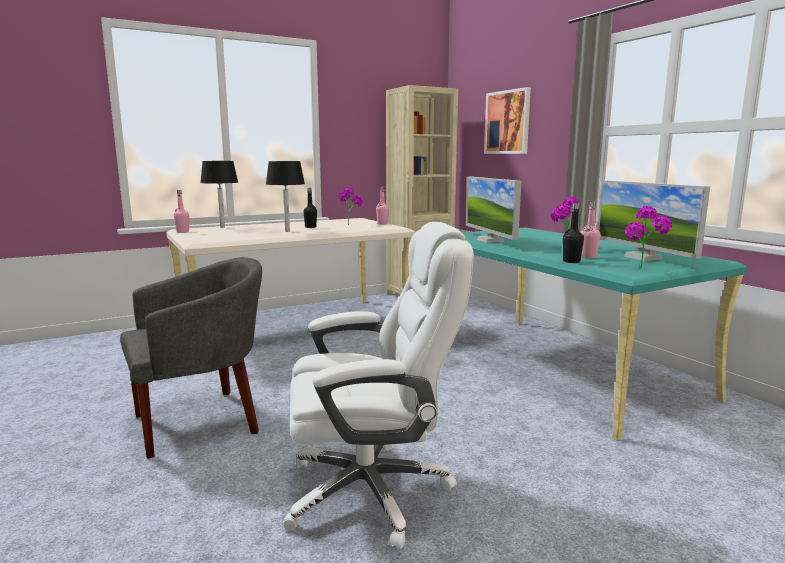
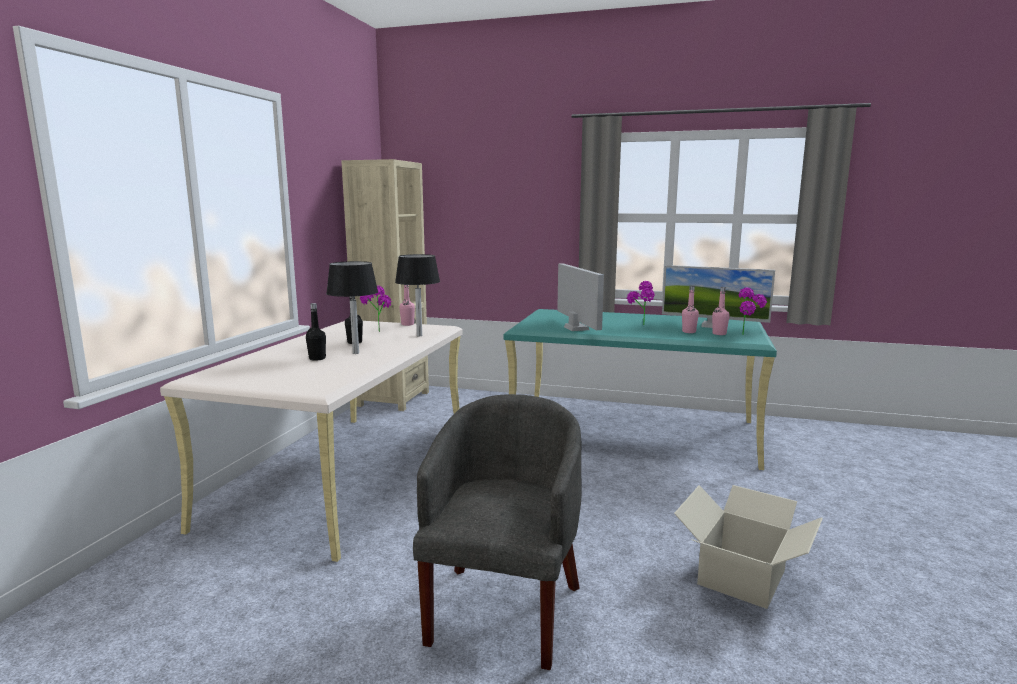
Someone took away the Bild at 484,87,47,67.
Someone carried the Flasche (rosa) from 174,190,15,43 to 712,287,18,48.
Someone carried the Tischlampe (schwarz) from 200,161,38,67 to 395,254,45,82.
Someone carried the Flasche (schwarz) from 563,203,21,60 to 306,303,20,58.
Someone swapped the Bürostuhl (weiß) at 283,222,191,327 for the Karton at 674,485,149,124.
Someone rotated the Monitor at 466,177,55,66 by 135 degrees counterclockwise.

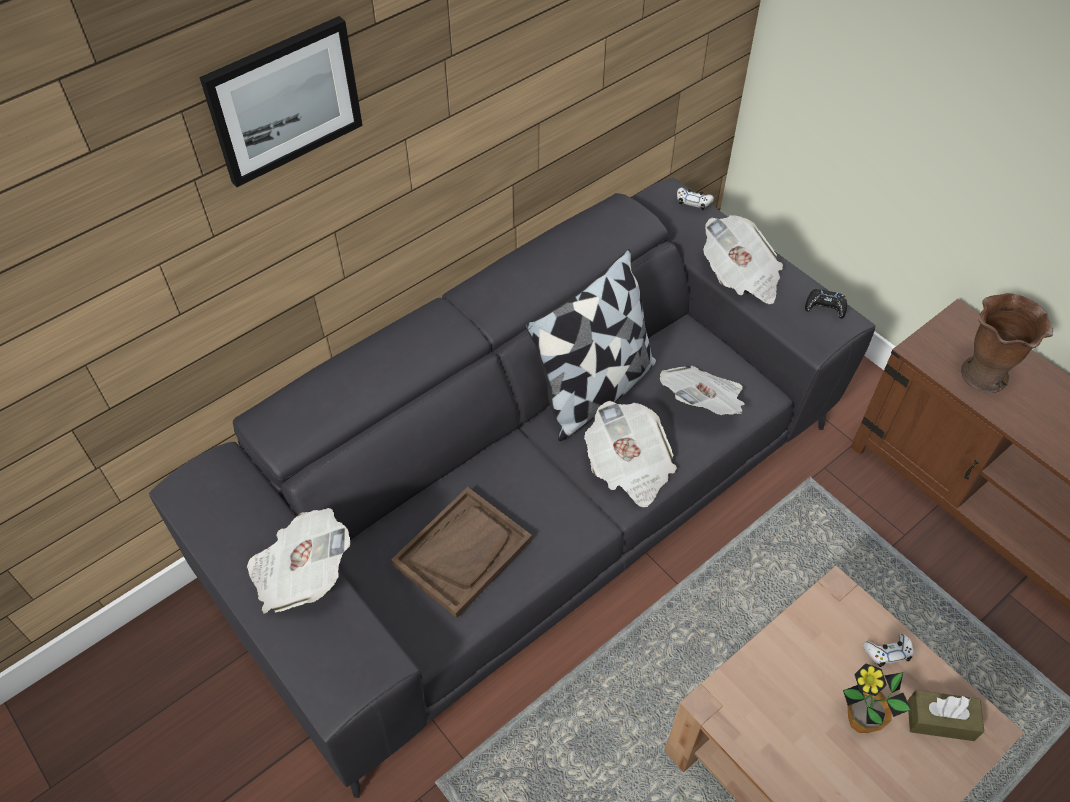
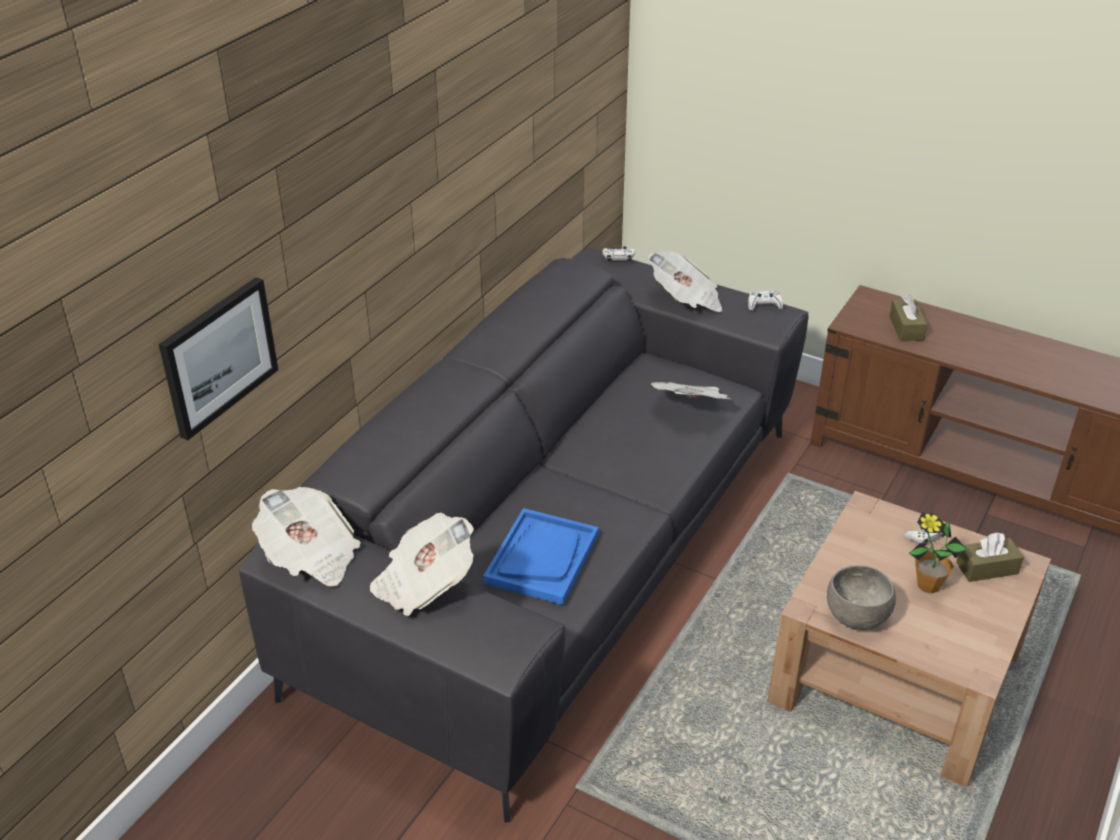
Someone took away the Kissen at 525,250,131,191.
Someone put down the Schüssel (grau) at 827,565,69,65.
Someone carried the Bild from 199,16,164,171 to 159,277,119,163.
Someone carried the Zeitung from 584,401,93,106 to 252,487,109,100.
Someone swapped the Vase (braun) at 961,293,92,100 for the Taschentuchbox (braun) at 889,295,39,46.
Someone repainted the Tablett (braun) at 391,487,141,131, which became the Tablett (blau) at 483,508,116,97.
Someone repainted the Gamepad (schwarz) at 805,289,42,29, which became the Gamepad (weiß) at 748,291,35,20.

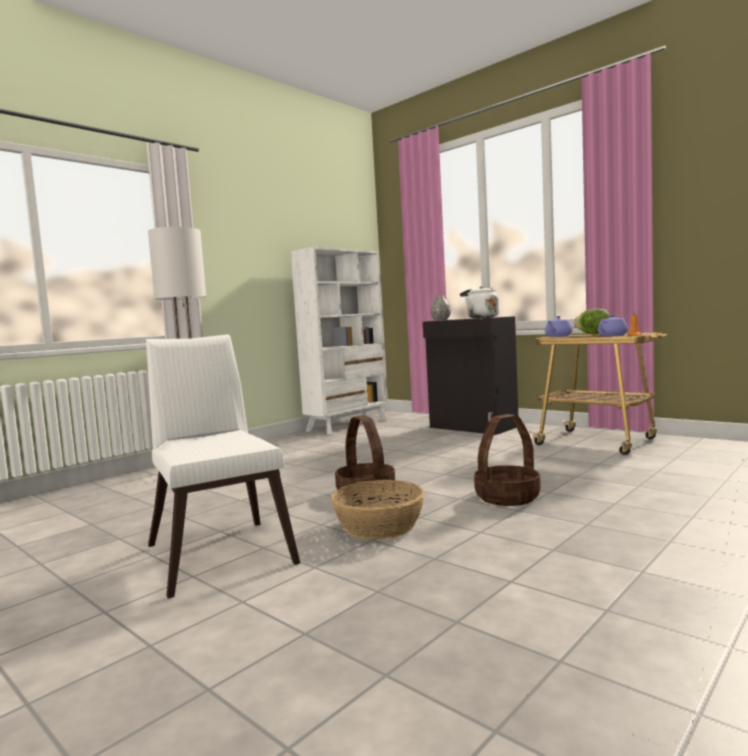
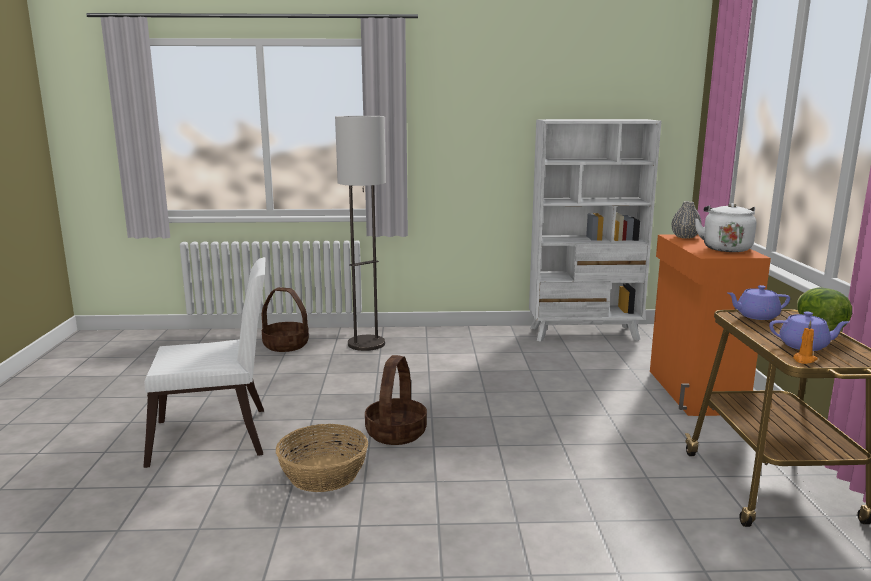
Someone carried the Korb from 474,414,67,92 to 262,287,47,65.
Someone repainted the Schrank (schwarz) at 423,316,95,119, which became the Schrank (orange) at 650,234,121,182.
Someone rotated the Stuhl (weiß) at 146,334,154,264 by 60 degrees clockwise.

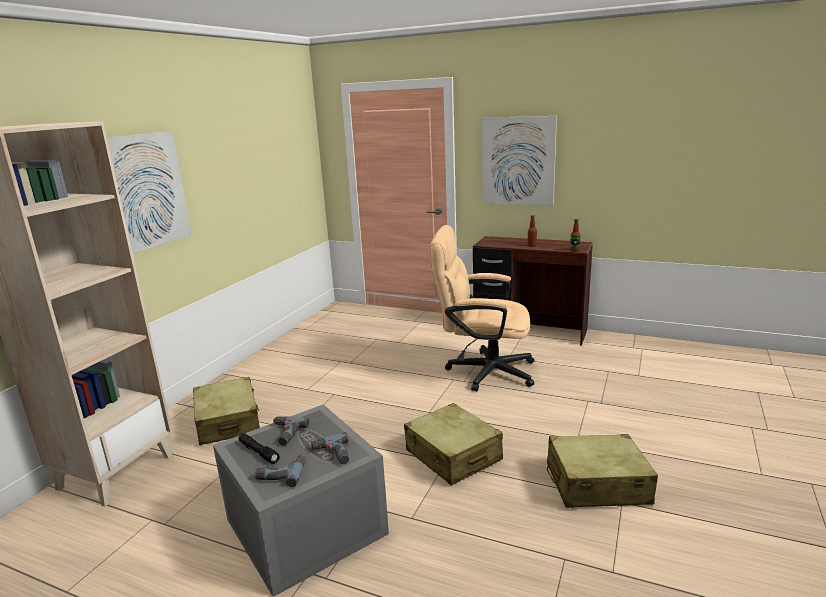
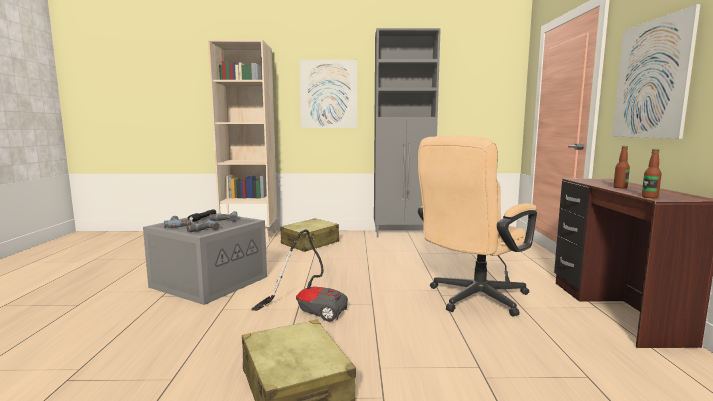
Someone put down the Schrank (grau) at 374,28,67,210.
Someone swapped the Koffer (beige) at 404,403,99,82 for the Staubsauger at 251,229,97,93.
Someone rotated the Bürostuhl (beige) at 430,225,104,166 by 120 degrees counterclockwise.

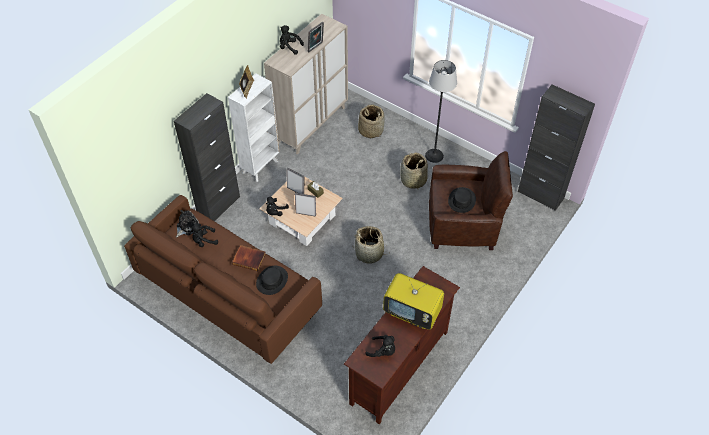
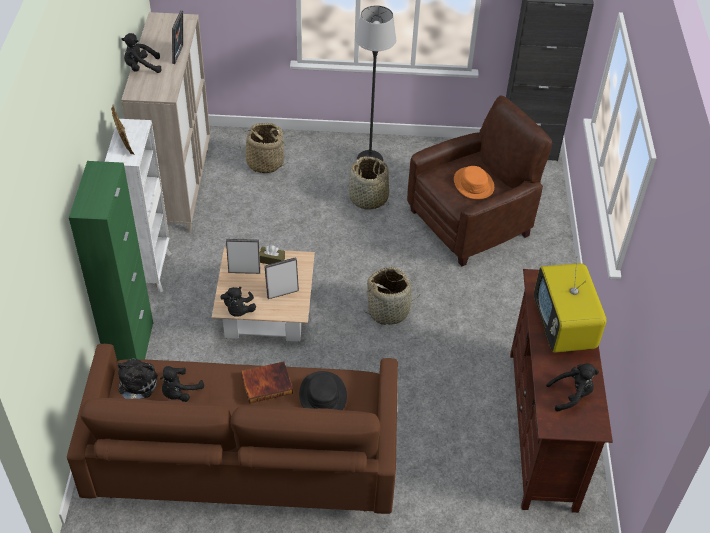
Someone repainted the Schrank (schwarz) at 174,93,66,128, which became the Schrank (grün) at 69,161,84,200.
Someone repainted the Hut (schwarz) at 448,187,28,26, which became the Hut (orange) at 454,166,40,33.
Someone rotated the Fernseher at 383,273,61,57 by 90 degrees clockwise.

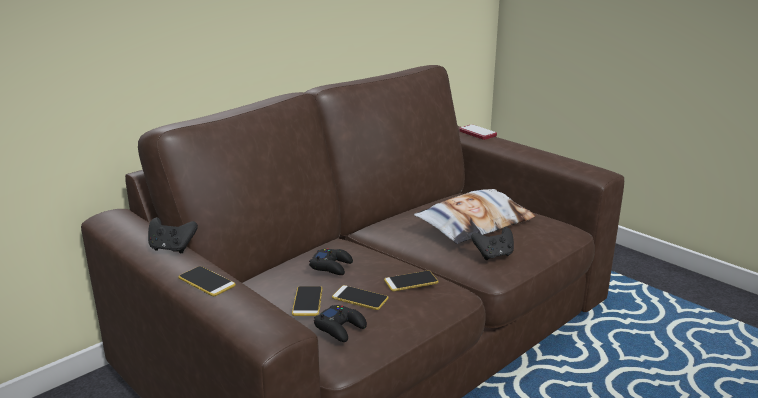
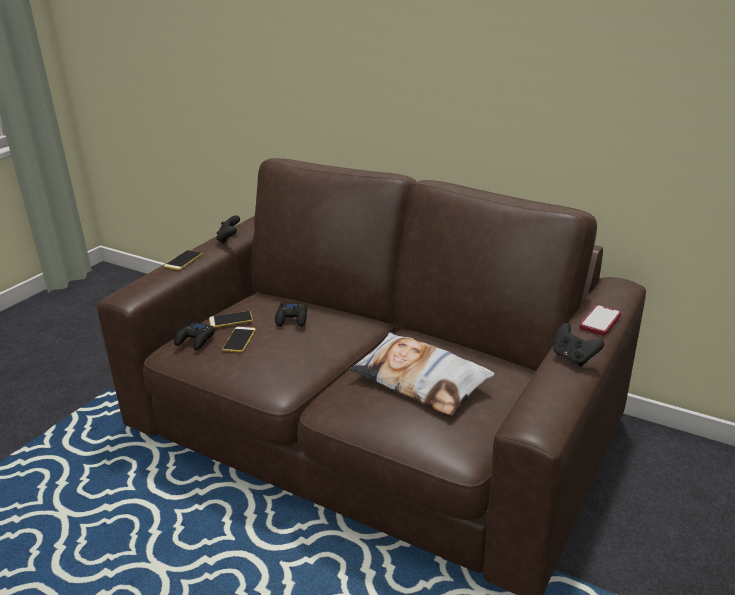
Someone took away the Handy at 384,271,54,20.
Someone carried the Gamepad (schwarz) from 471,227,43,33 to 553,323,51,44.

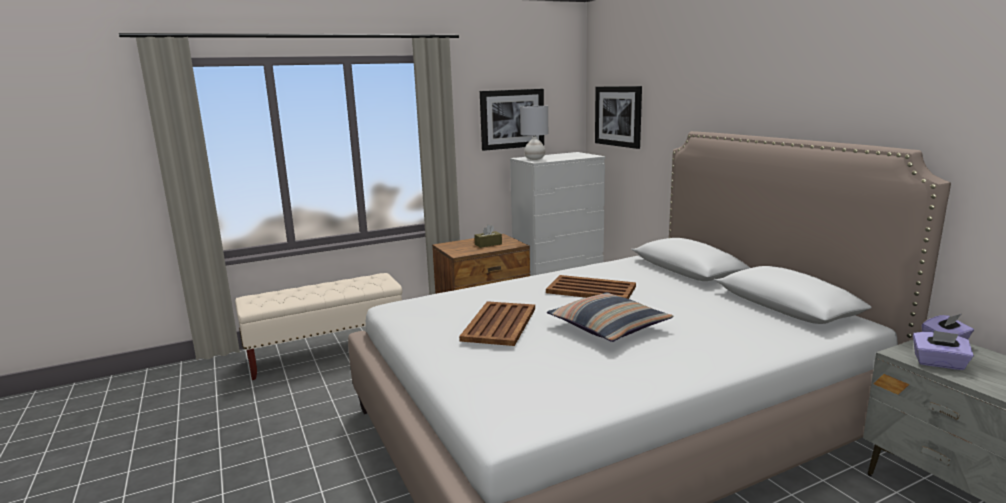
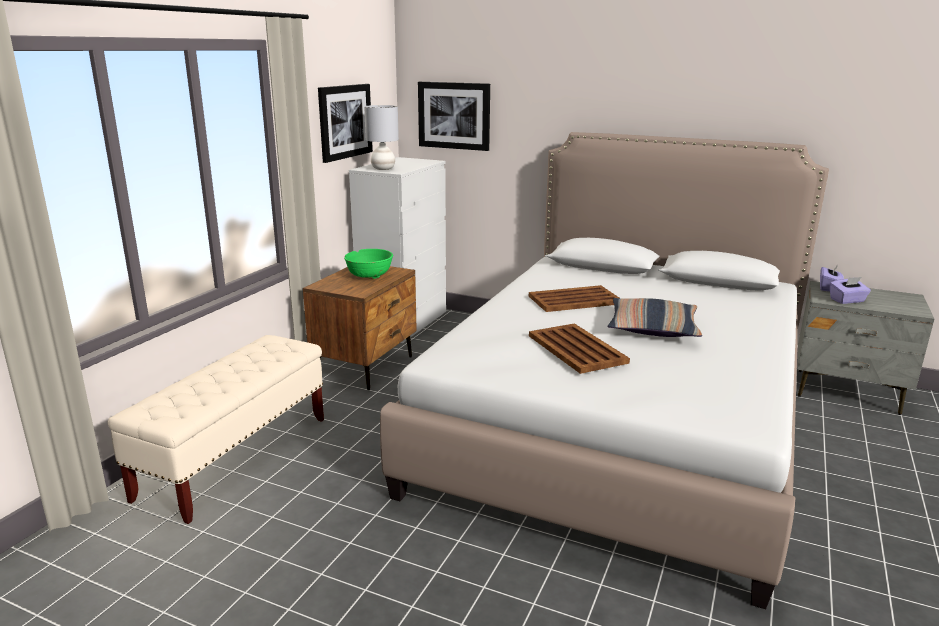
Someone swapped the Taschentuchbox (braun) at 474,224,28,24 for the Schüssel (grün) at 344,249,49,30.

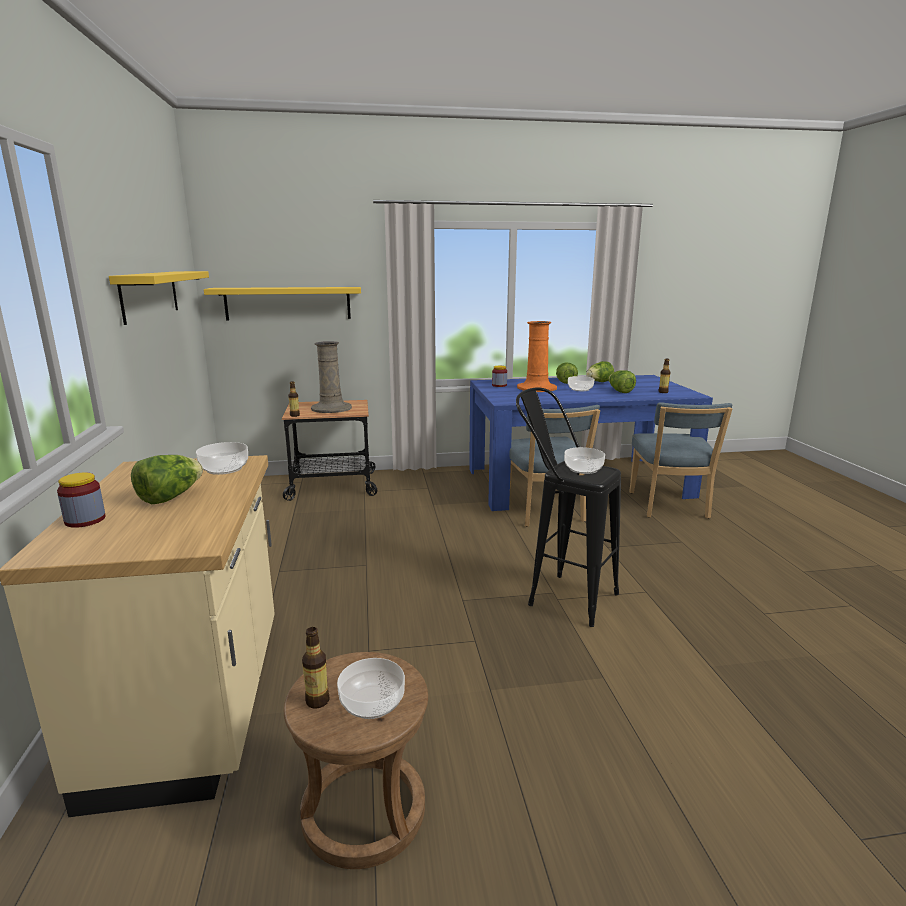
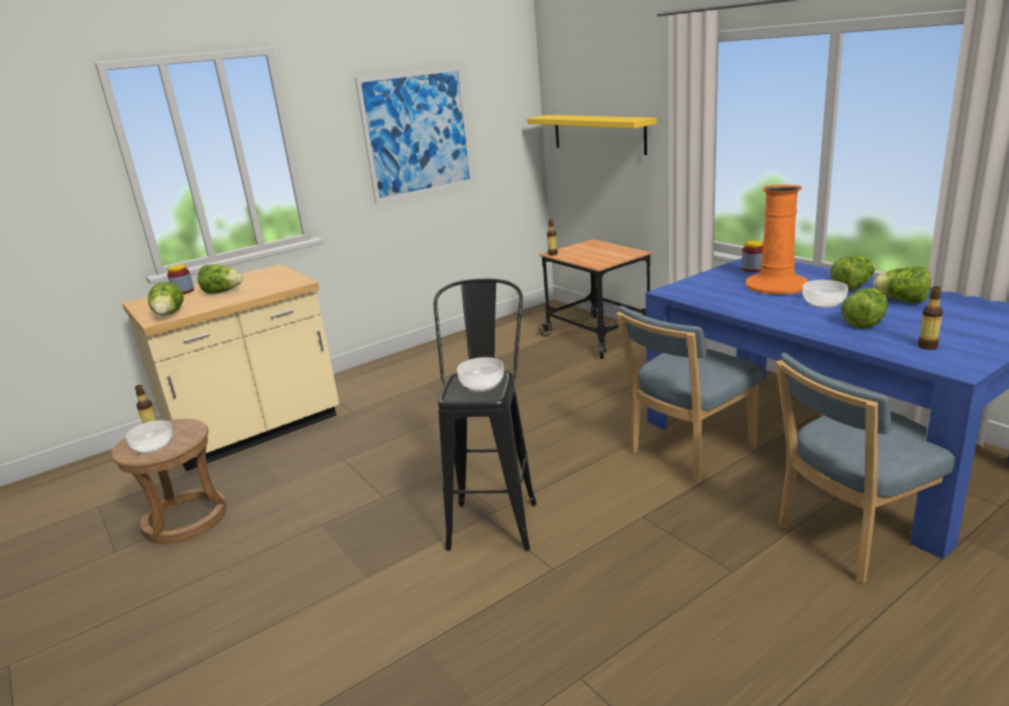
Someone took away the Schüssel at 196,442,52,33.
Someone took away the Vase (beige) at 311,341,41,72.
Someone put down the Salatkopf at 148,282,36,34.
Someone swapped the Wandregal (gelb) at 109,271,100,54 for the Bild at 355,66,119,138.

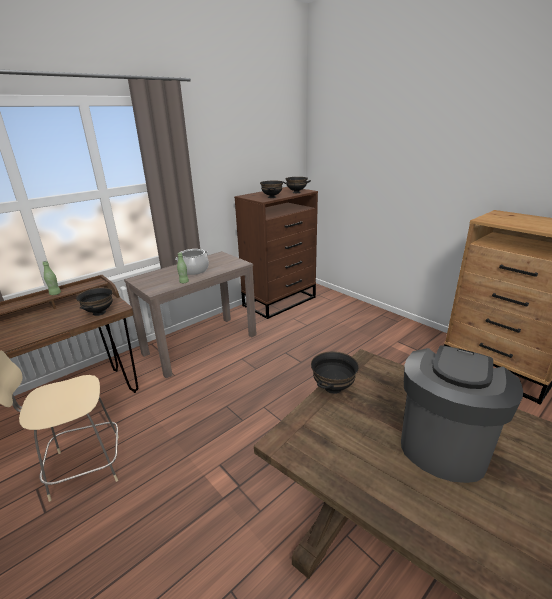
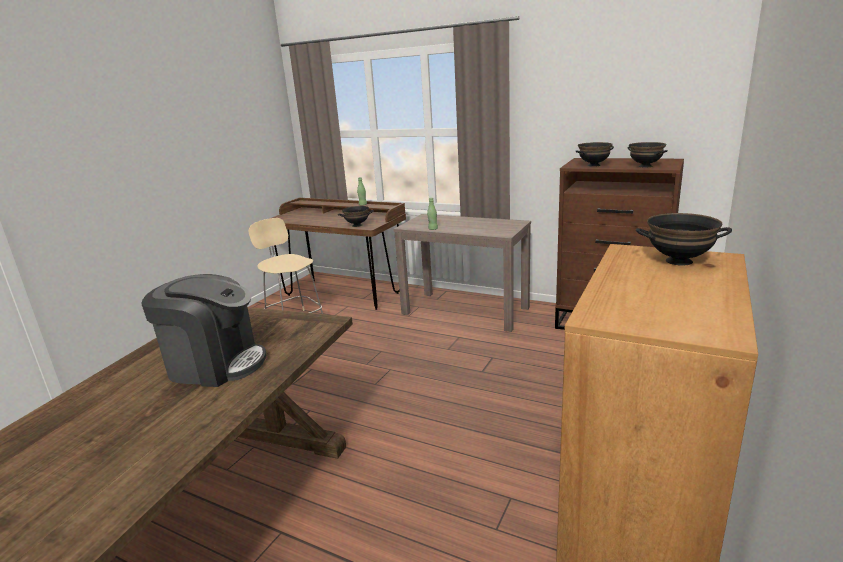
Someone took away the Kochtopf at 176,249,33,26.
Someone carried the Schüssel (schwarz) from 311,351,48,43 to 636,213,96,53.

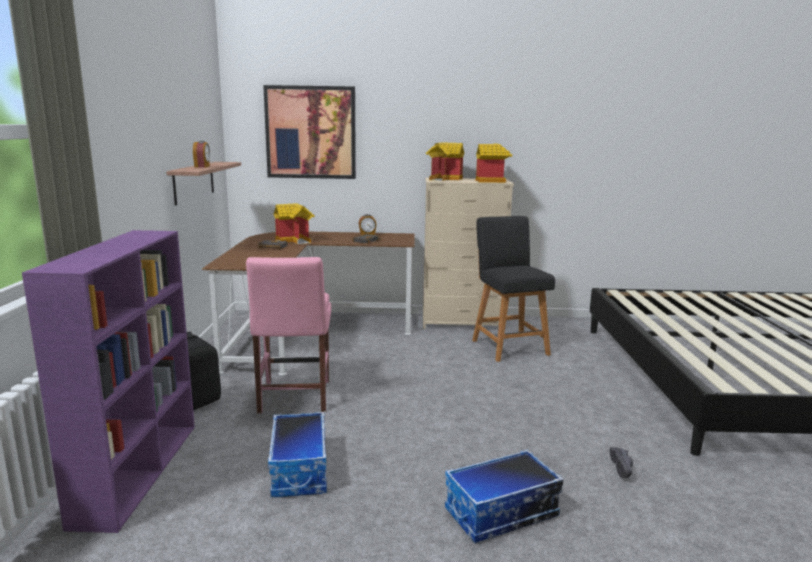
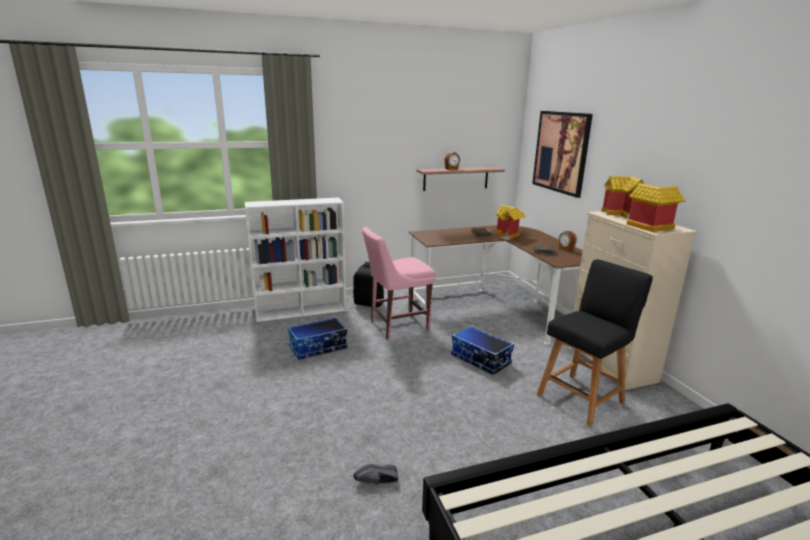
Someone carried the Aufbewahrungsbox from 445,449,119,94 to 451,326,63,49.
Someone repainted the Bücherregal (lila) at 22,230,173,303, which became the Bücherregal (weiß) at 245,198,102,124.

